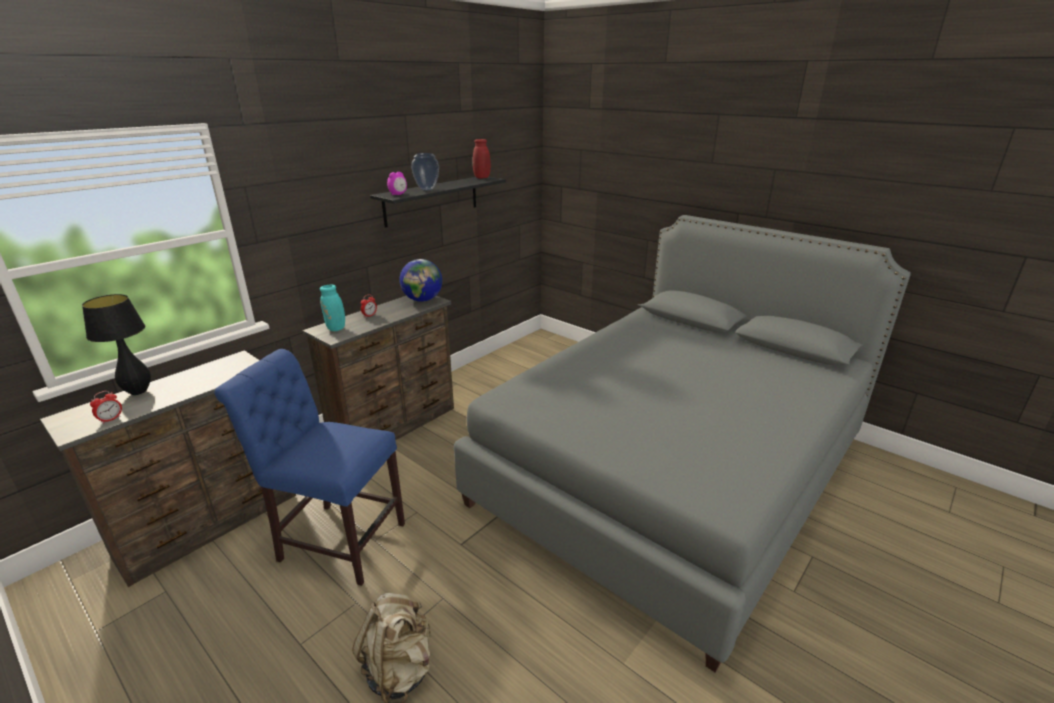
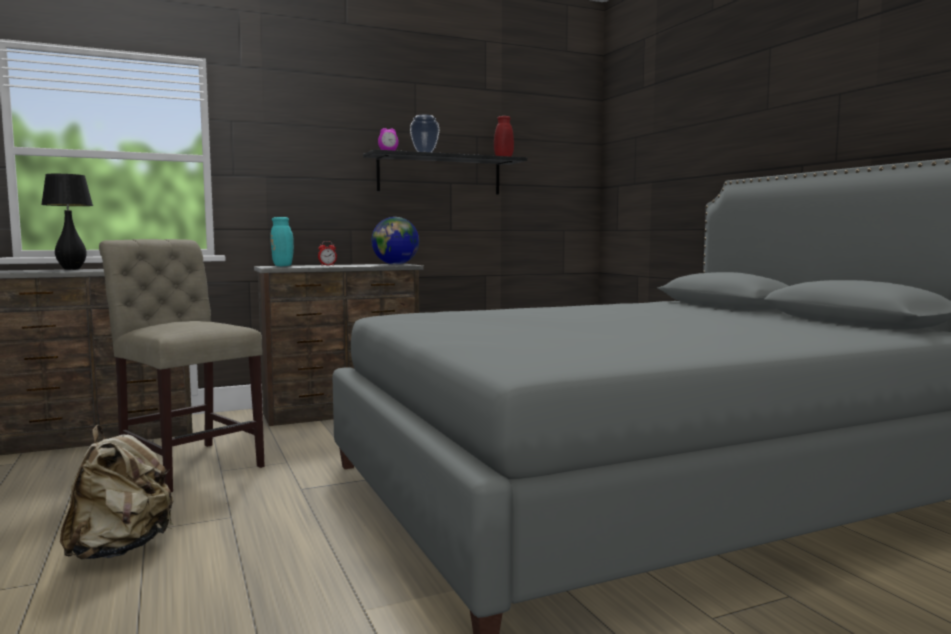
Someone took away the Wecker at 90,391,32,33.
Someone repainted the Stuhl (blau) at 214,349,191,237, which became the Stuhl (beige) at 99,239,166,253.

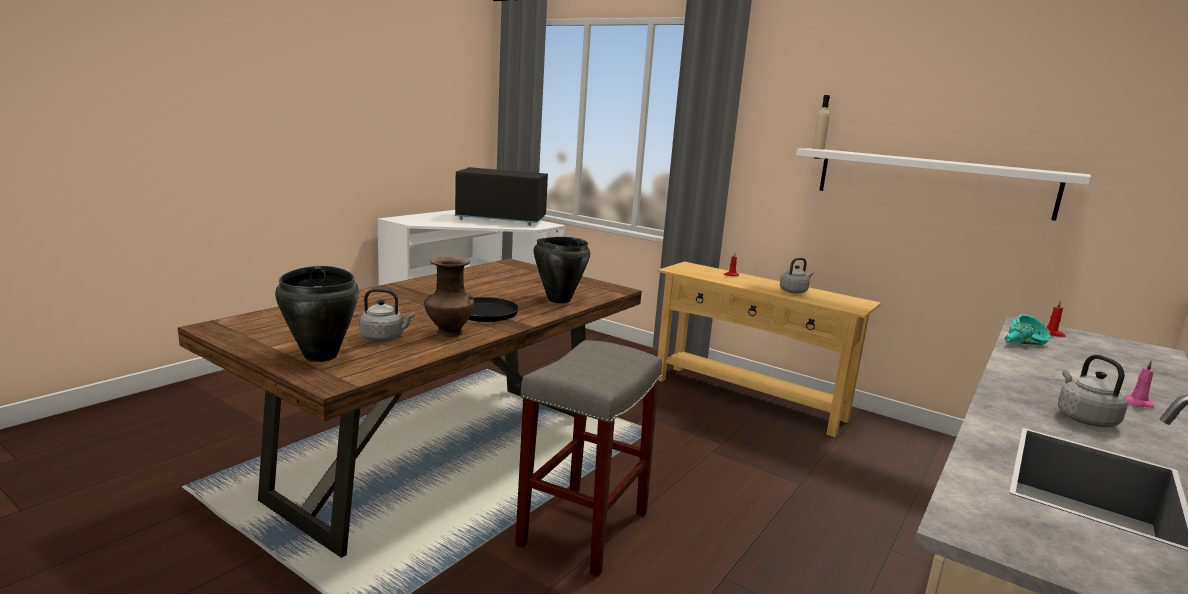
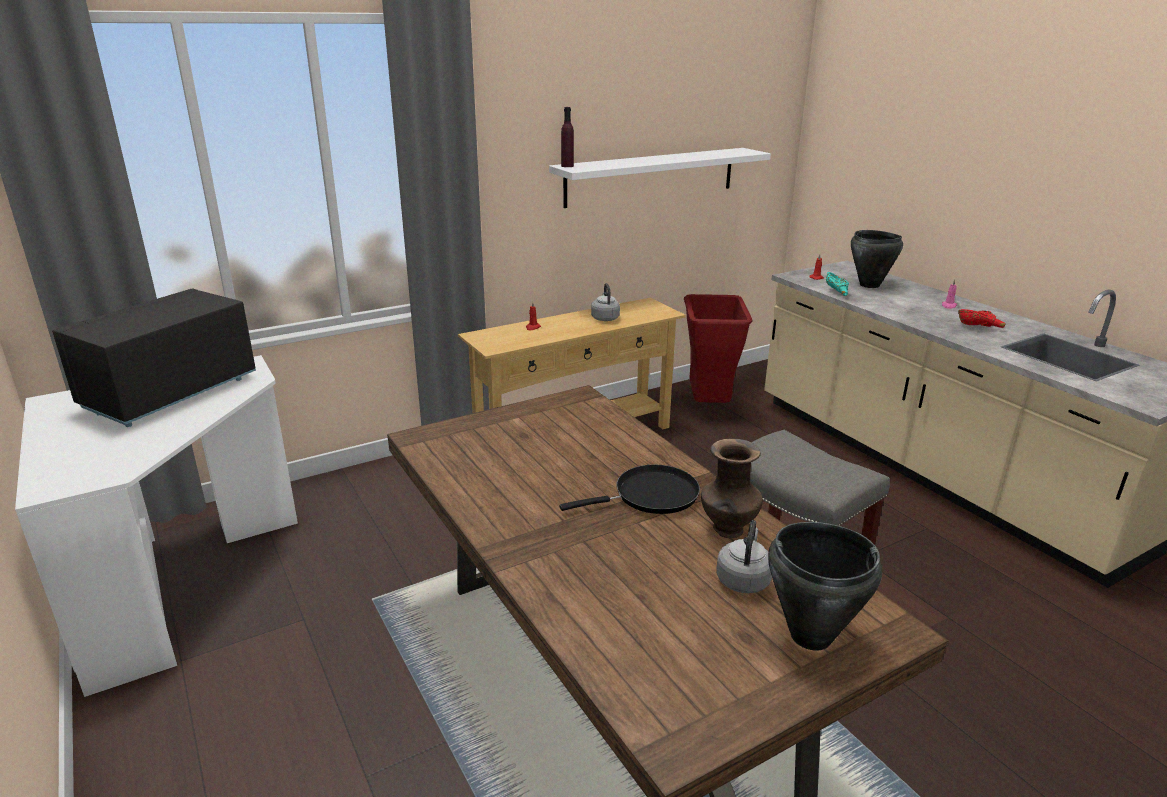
Someone put down the Mülleimer (rot) at 684,294,69,109.
Someone carried the Kochtopf (schwarz) from 534,237,56,66 to 851,230,52,58.
Someone swapped the Wasserkessel (grau) at 1058,355,70,72 for the Schüssel (rot) at 958,309,47,19.
Someone repainted the Flasche (beige) at 813,95,17,55, which became the Flasche (lila) at 561,107,13,60.

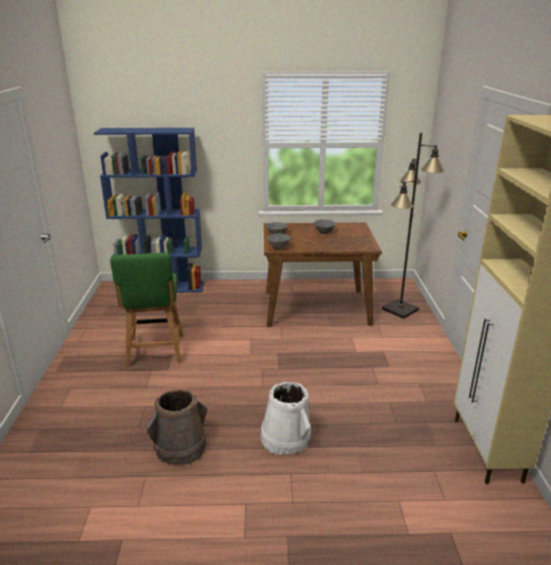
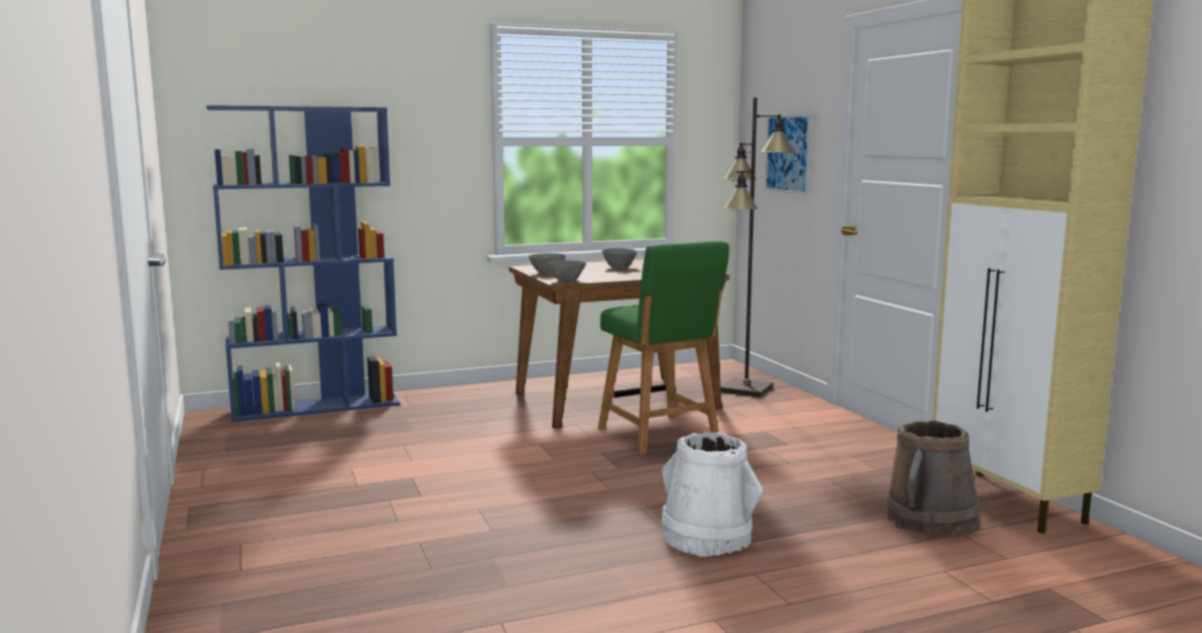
Someone put up the Bild at 765,114,46,81.
Someone carried the Stuhl (grün) from 110,252,73,115 to 598,241,131,214.
Someone carried the Eimer (braun) from 146,389,61,76 to 887,420,93,118.

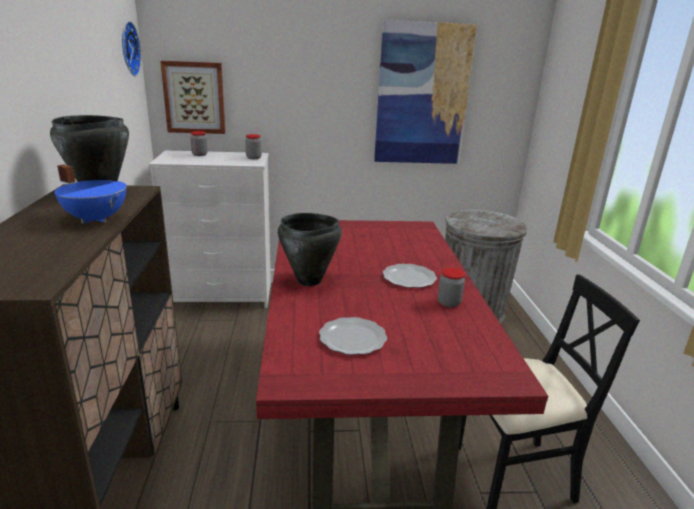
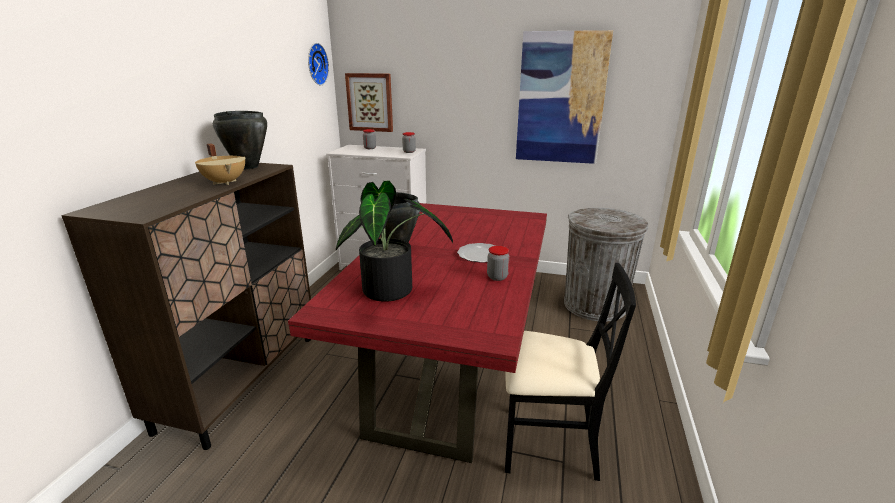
Someone swapped the Teller at 319,317,68,38 for the Topfpflanze at 336,181,117,121.
Someone repainted the Kochtopf (blau) at 55,164,72,60, which became the Kochtopf (beige) at 195,143,51,42.

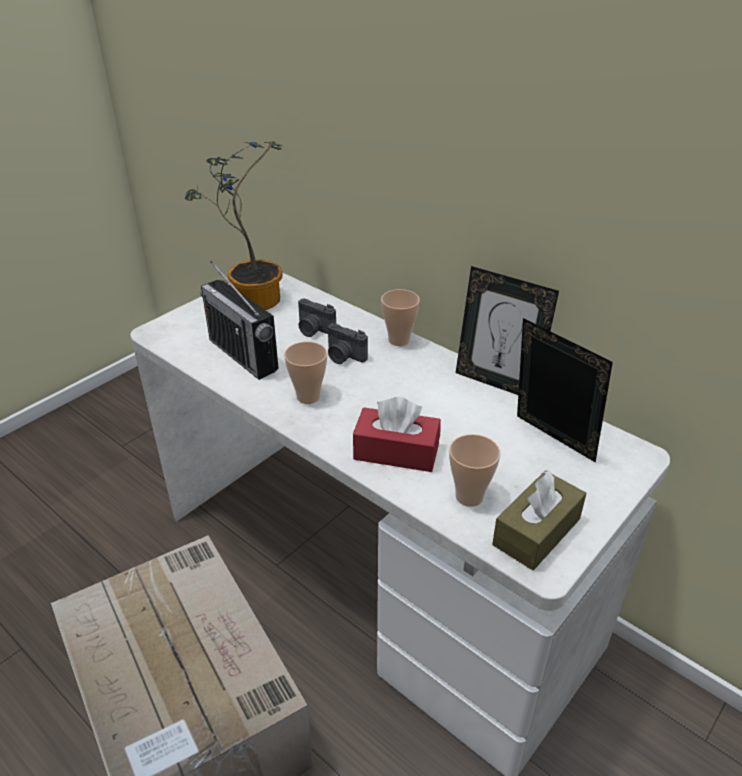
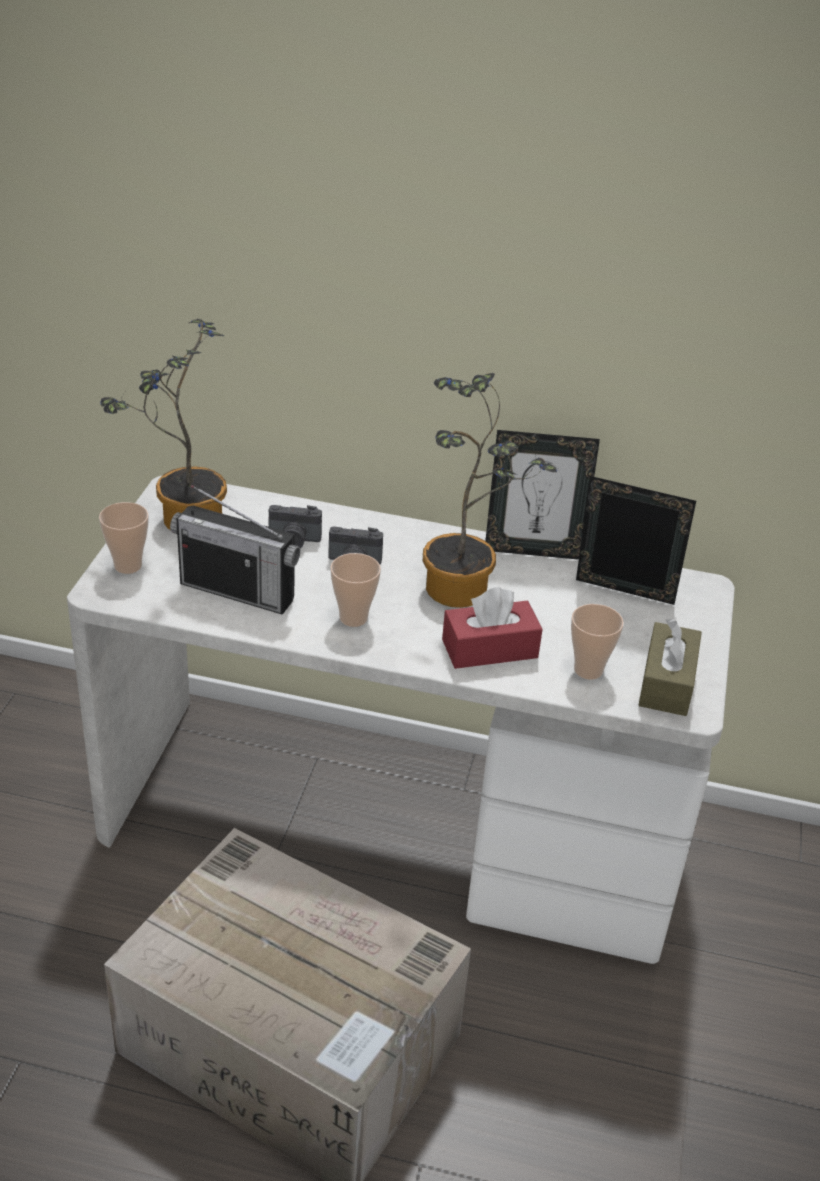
Someone put down the Topfpflanze at 423,373,134,235.
Someone carried the Tasse from 381,289,39,57 to 99,502,50,72.

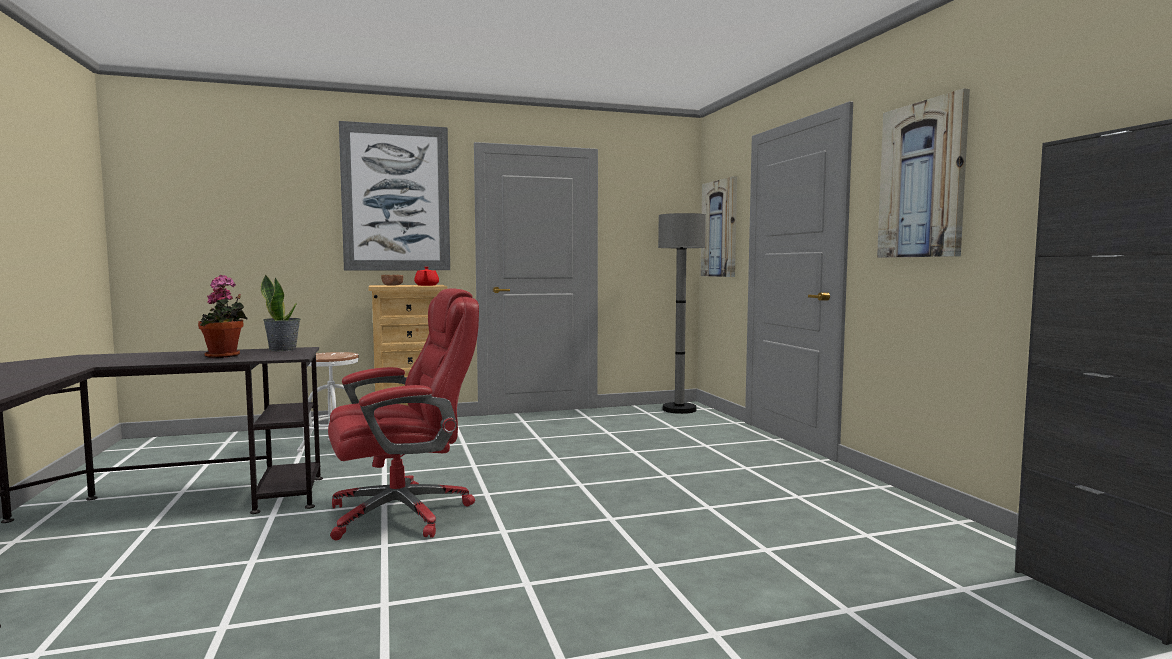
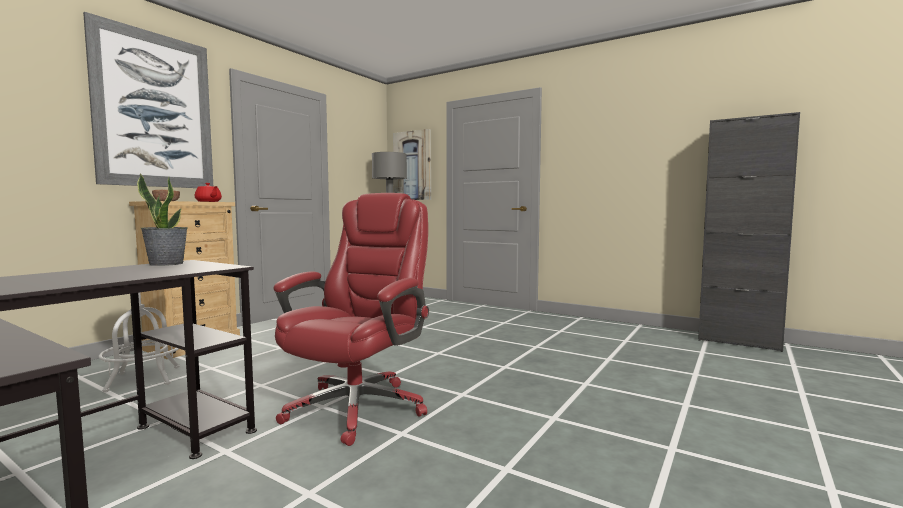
Someone took away the Topfpflanze at 198,275,50,83.
Someone took away the Bild at 877,88,93,170.

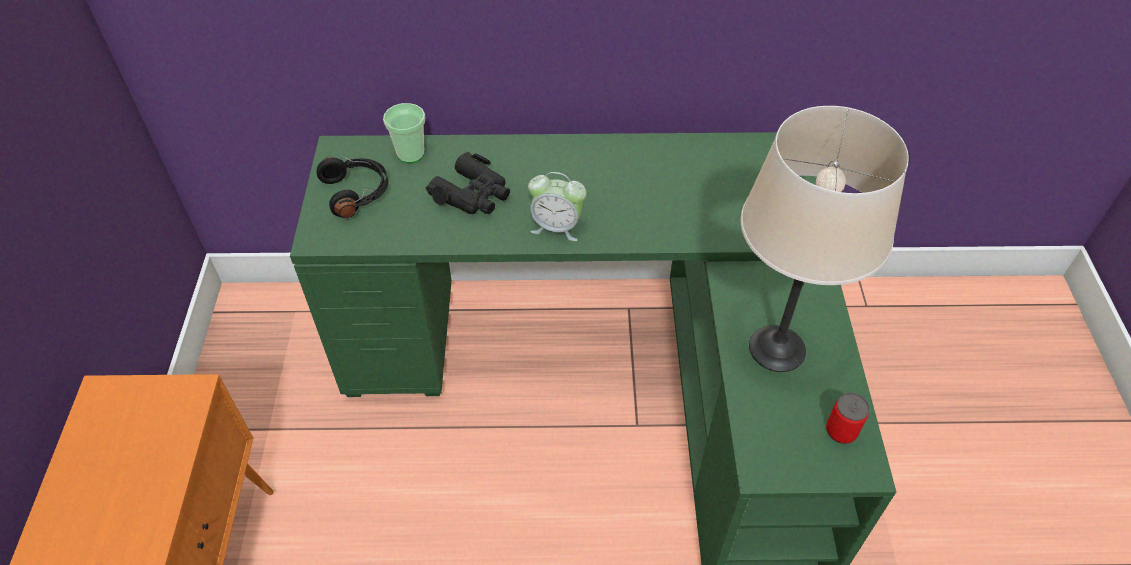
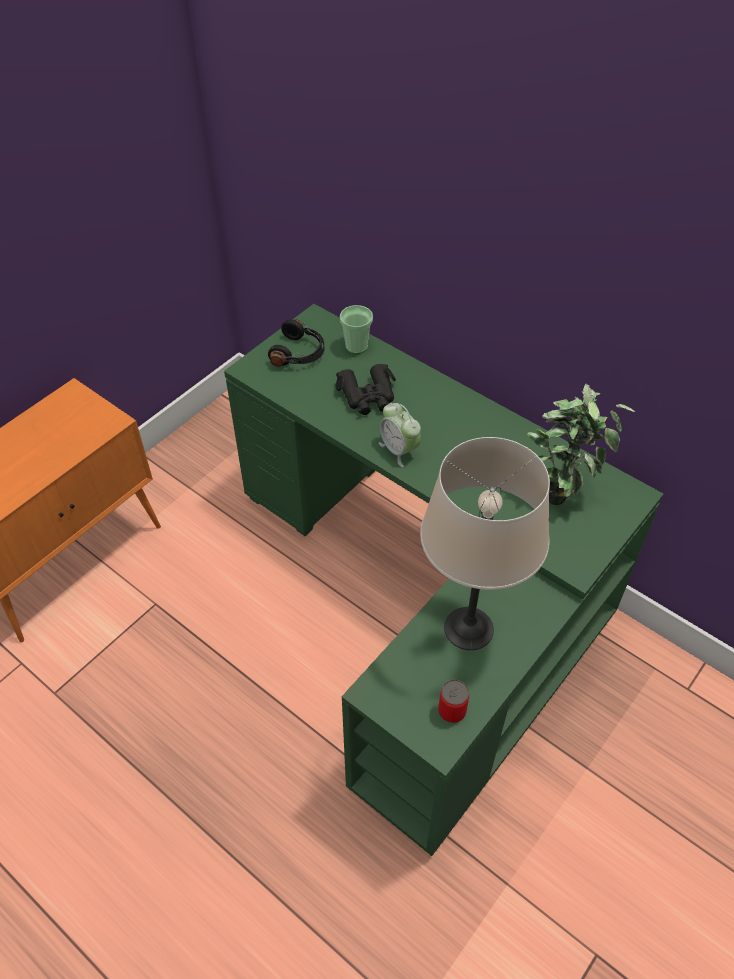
Someone put down the Topfpflanze at 527,384,108,121.

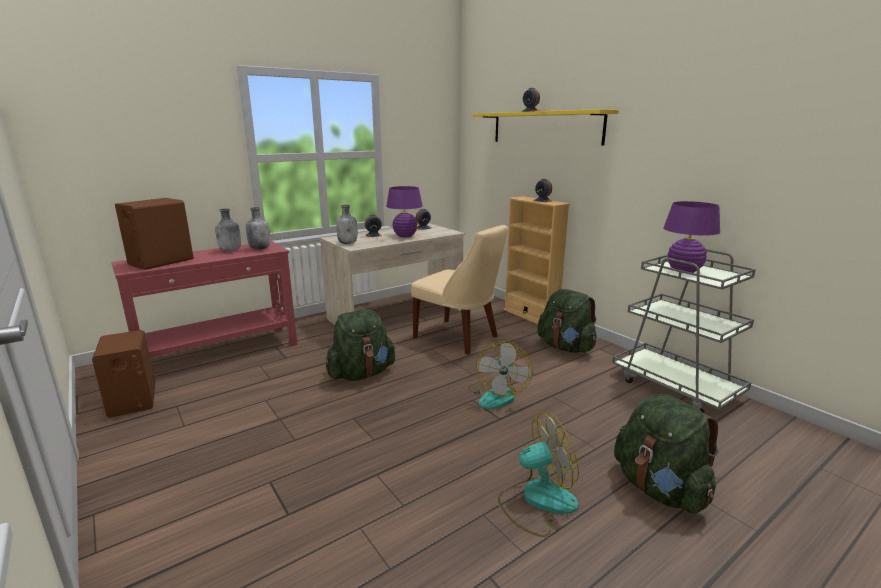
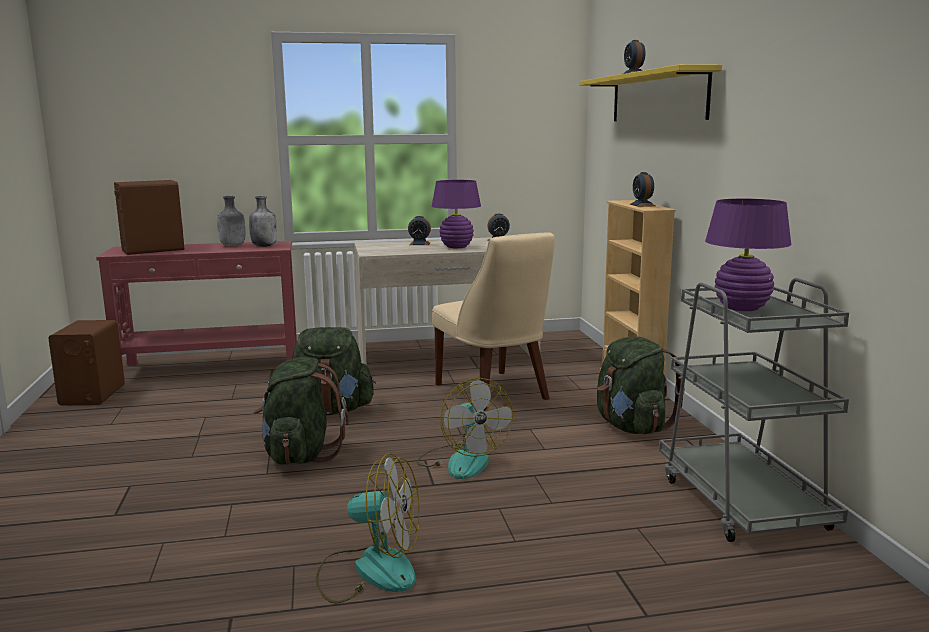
Someone took away the Flasche (grau) at 336,205,21,39.
Someone carried the Rucksack (grün) from 614,394,105,120 to 254,357,95,107.
Someone rotated the Ventilator at 468,341,65,68 by 60 degrees counterclockwise.

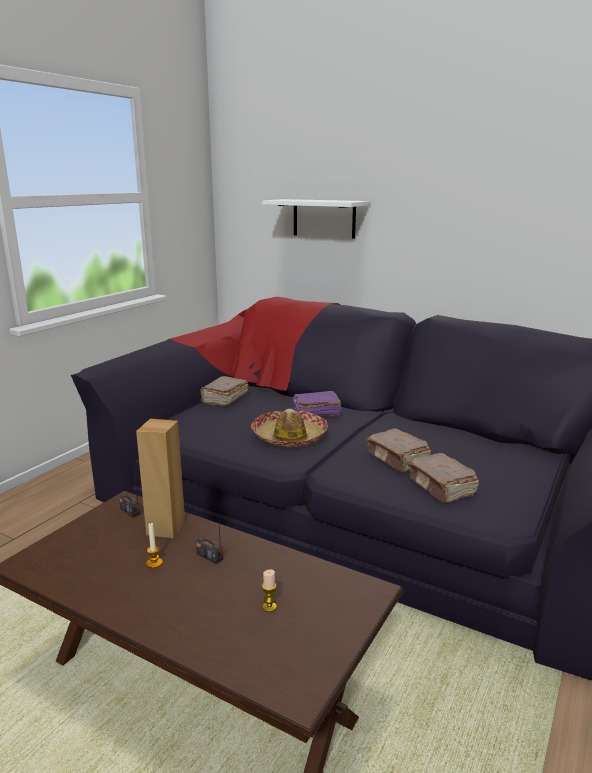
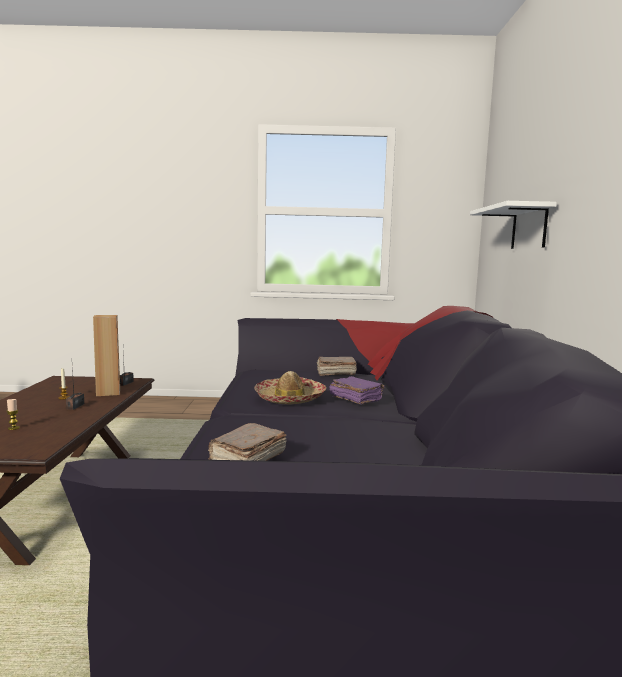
Someone took away the Buch (braun) at 366,429,65,44.

